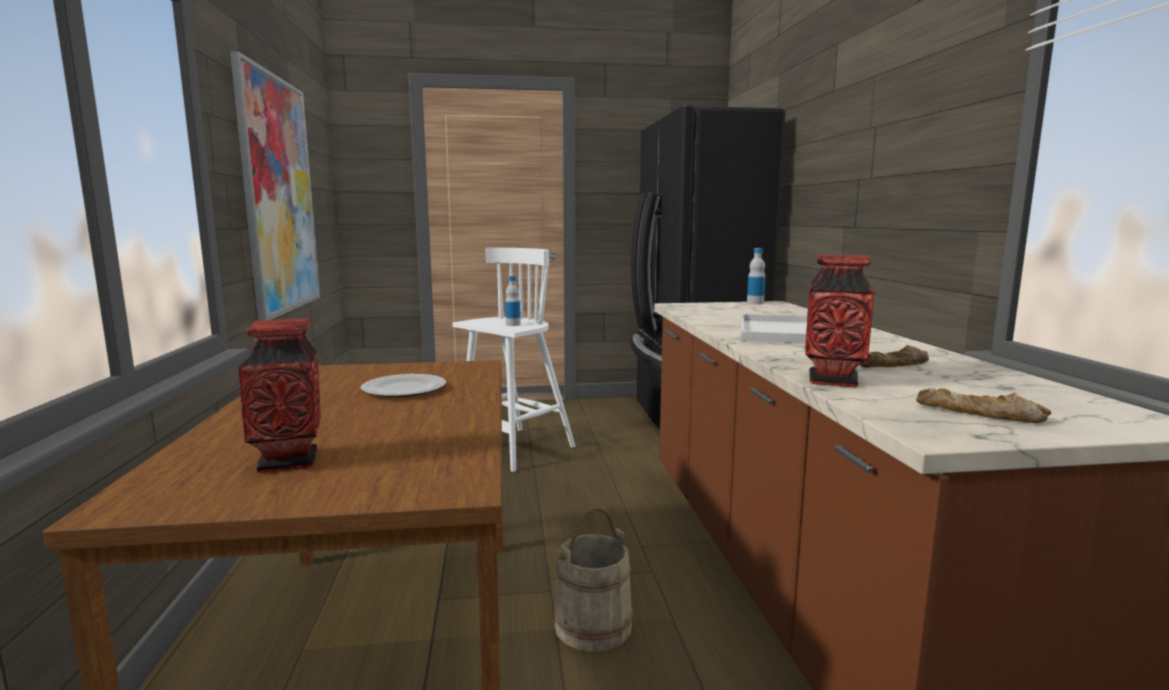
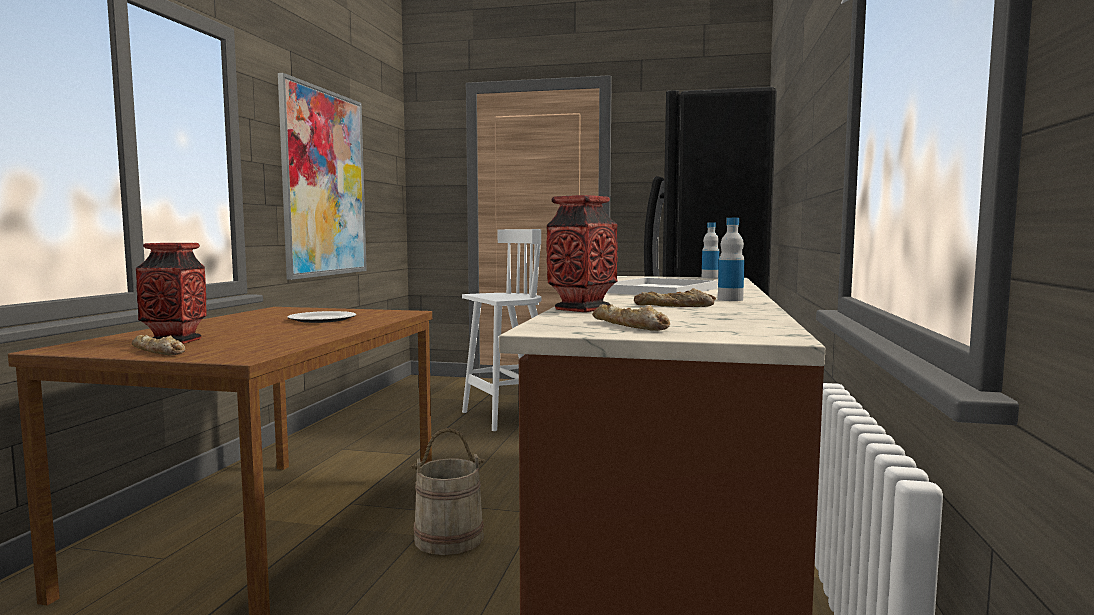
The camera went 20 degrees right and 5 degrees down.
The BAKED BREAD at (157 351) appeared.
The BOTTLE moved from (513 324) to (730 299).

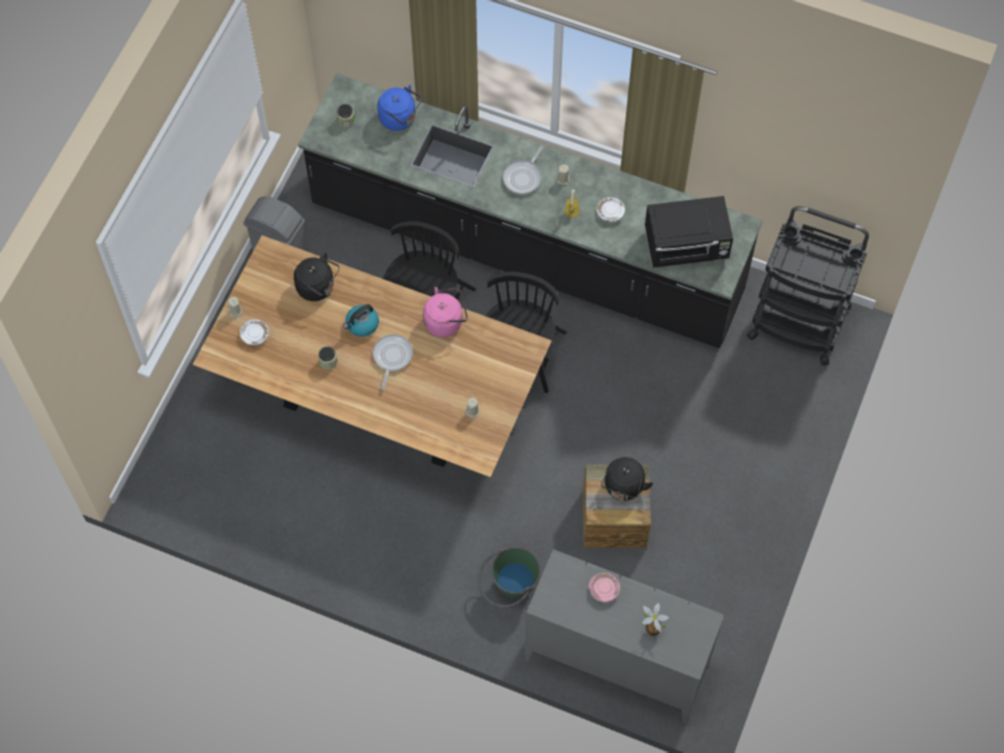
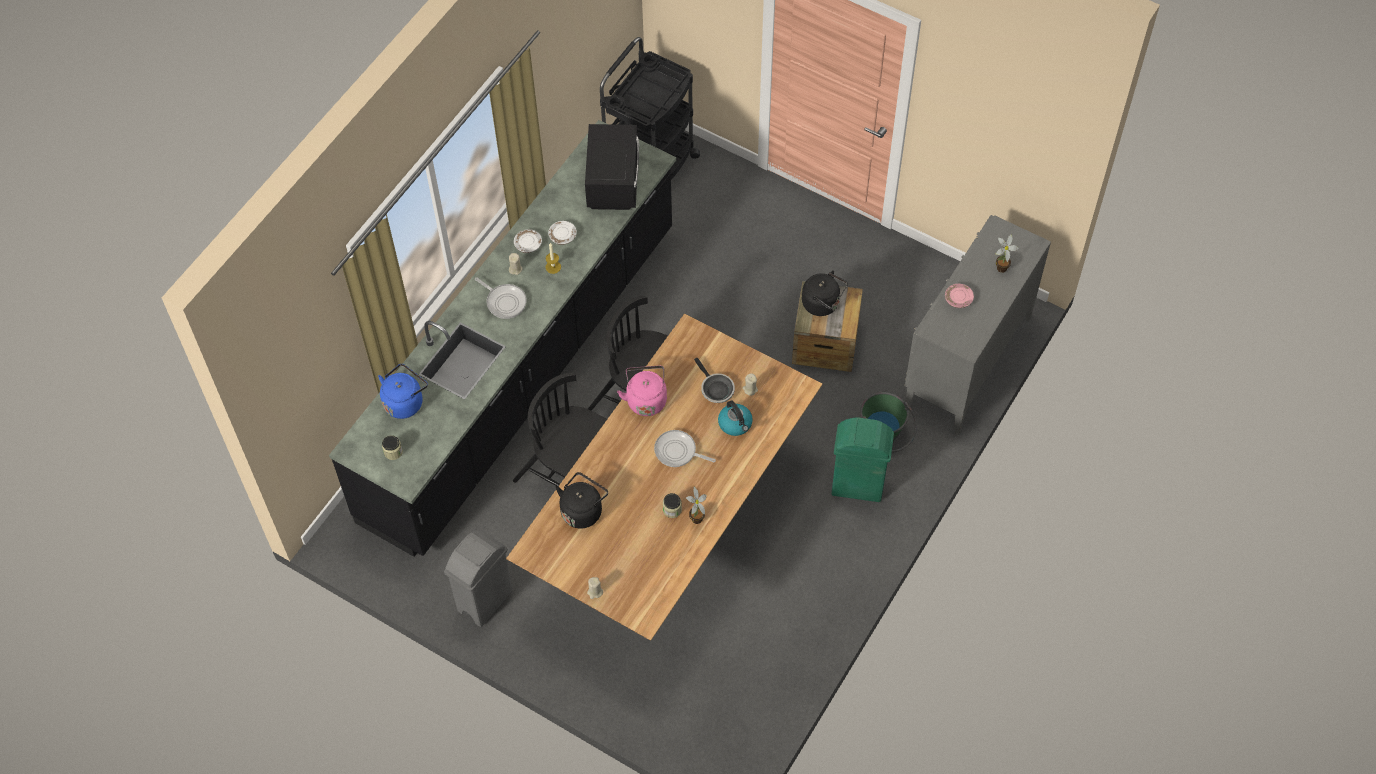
The camera went 80 degrees left and 5 degrees down.
The POTTED PLANT at (696 520) appeared.
The FRYING PAN at (715 389) appeared.
The GREEN-COLOURED WASTE BIN at (858 486) appeared.
The WHITE FLAT DISH moved from (255 335) to (528 244).
The WATER KETTLE moved from (362 325) to (735 424).

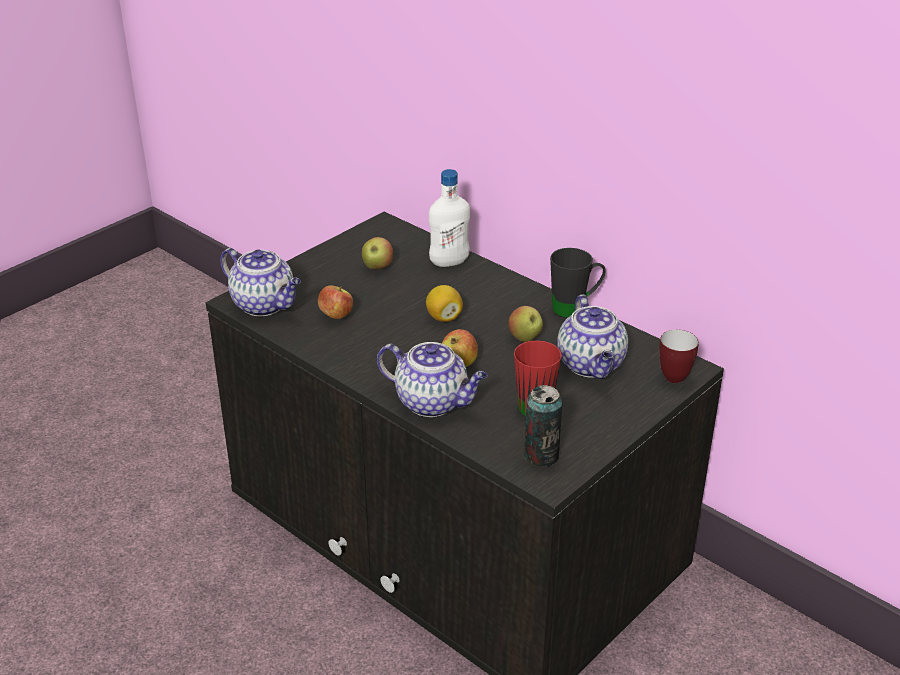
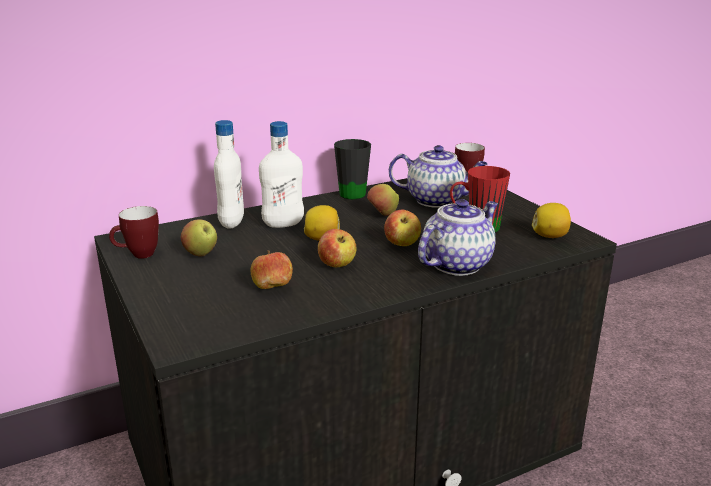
The camera went 70 degrees left and 10 degrees down.
The TEAPOT at (265 305) disappeared.
The MUG at (138 255) appeared.
The WHITE BOTTLE at (283 224) appeared.
The WHOLE APPLE at (337 265) appeared.
The SEALED CAN at (541 456) was replaced by the WHOLE LEMON at (550 236).

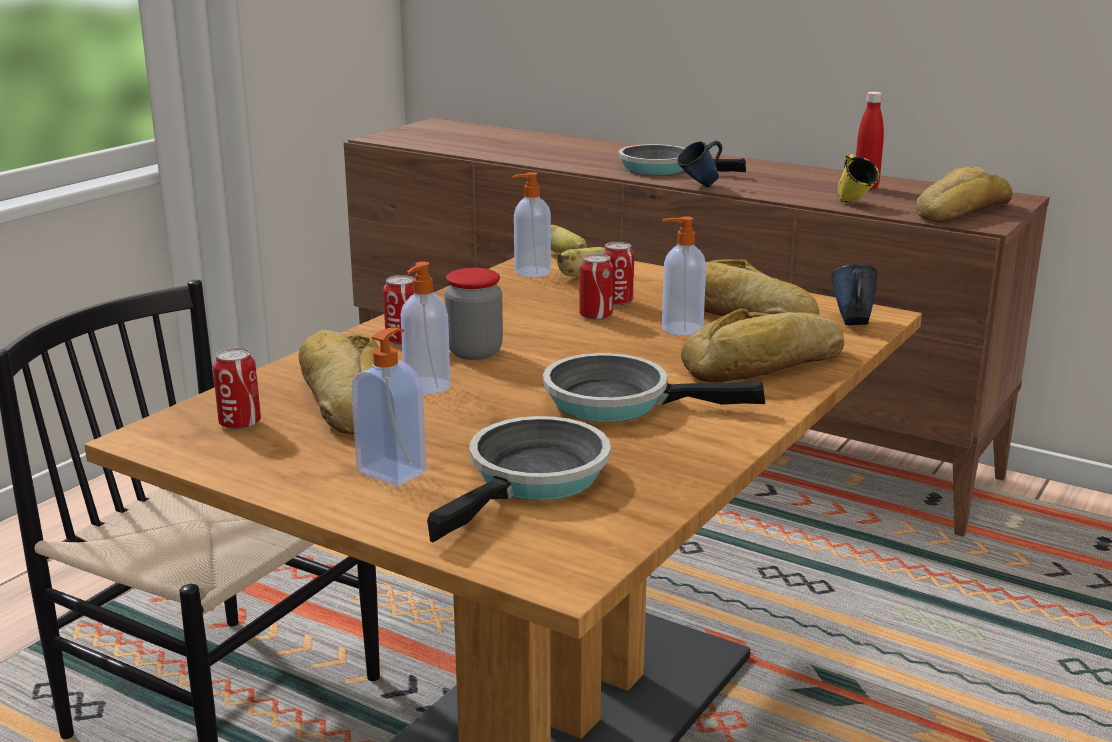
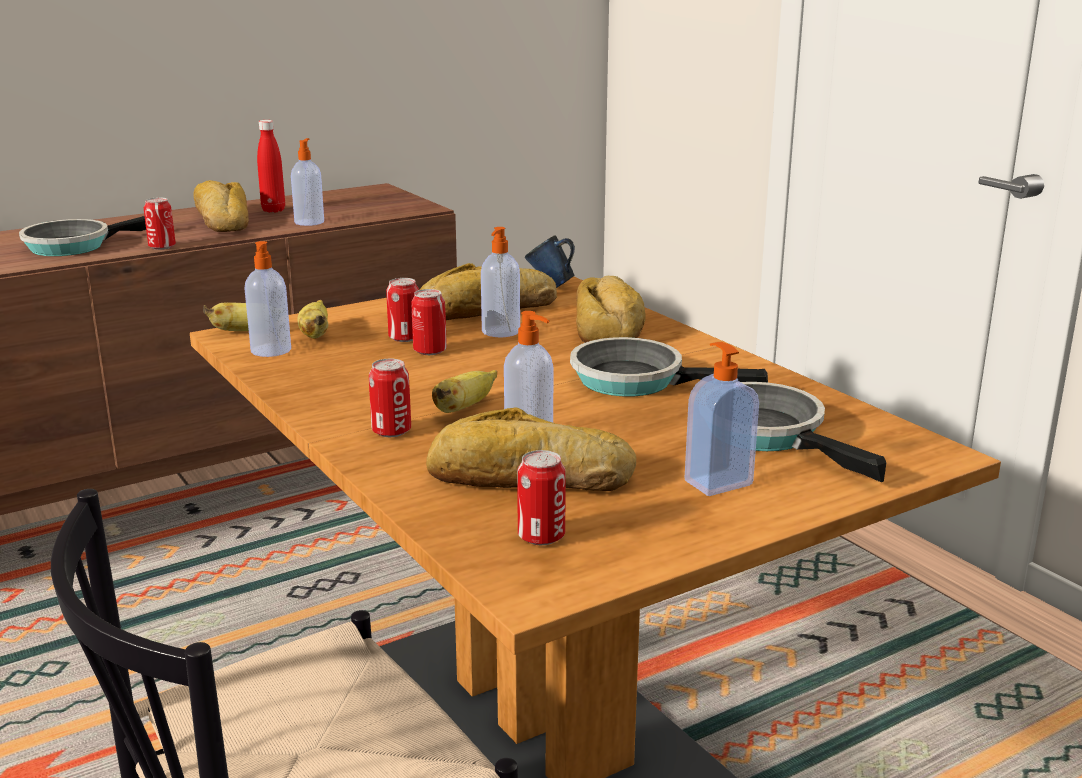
The camera went 65 degrees left and 0 degrees up.
The BAKED BREAD moved from (959 210) to (222 220).
The PRESERVE JAR at (474 352) was replaced by the BANANA at (463 408).
The BLUE MUG at (699 186) was replaced by the SEALED CAN at (162 247).
The YELLOW MUG at (853 204) was replaced by the SOAP DISPENSER at (309 222).
The FRYING PAN at (617 402) turned 75 degrees clockwise.

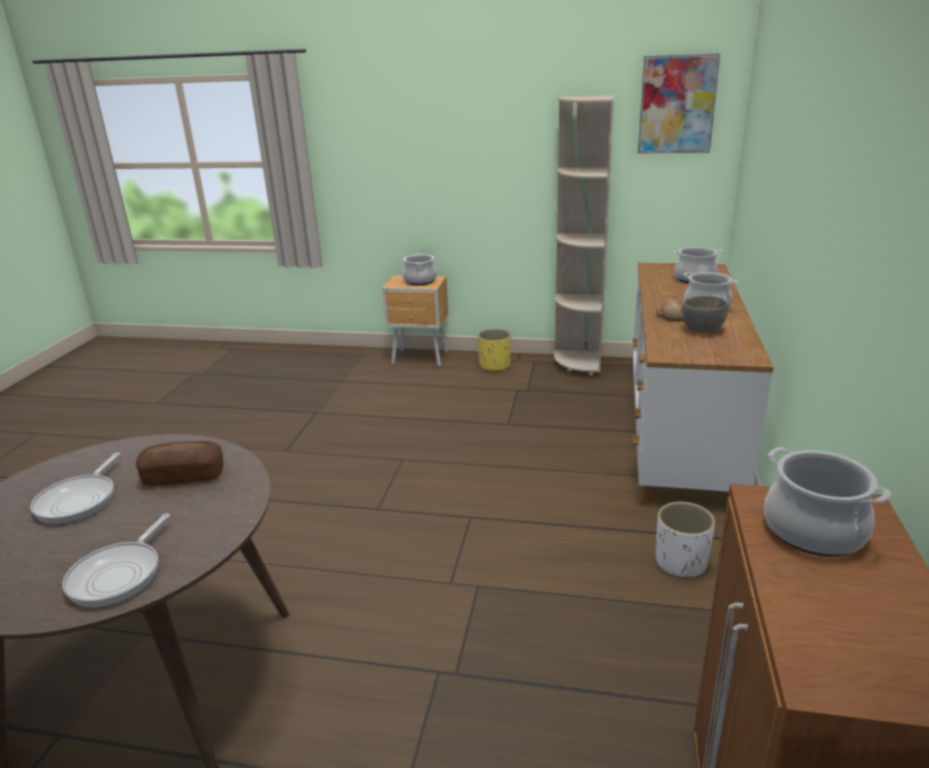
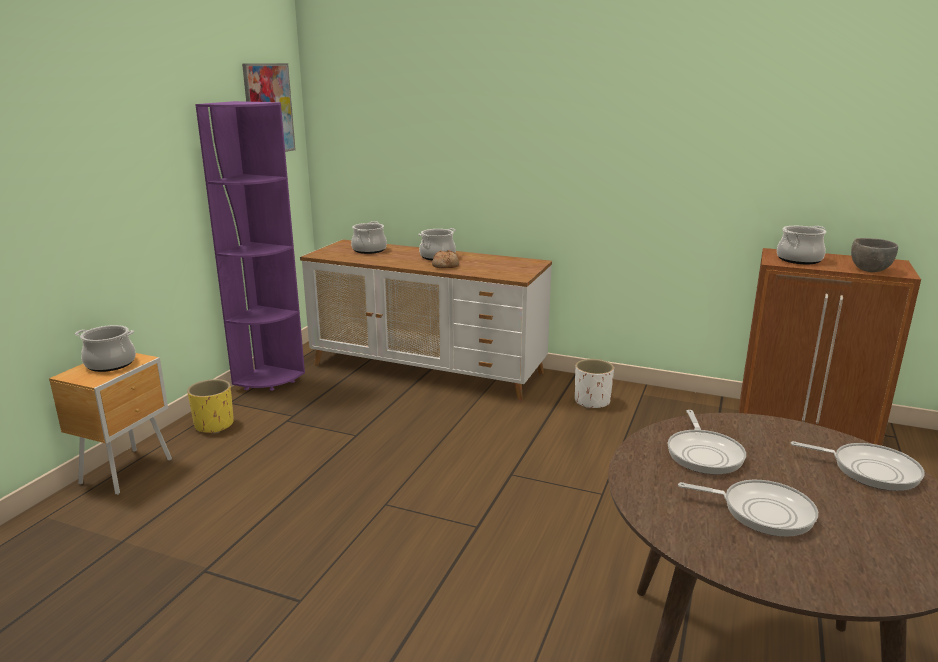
The camera went 80 degrees left and 5 degrees down.
The GRAY SERVING BOWL moved from (703 330) to (869 270).
The BAKED BREAD at (184 476) was replaced by the FRYING PAN at (704 454).
The BEIGE BOOKSHELF at (578 367) became the PURPLE-COLOURED BOOKSHELF at (269 384).

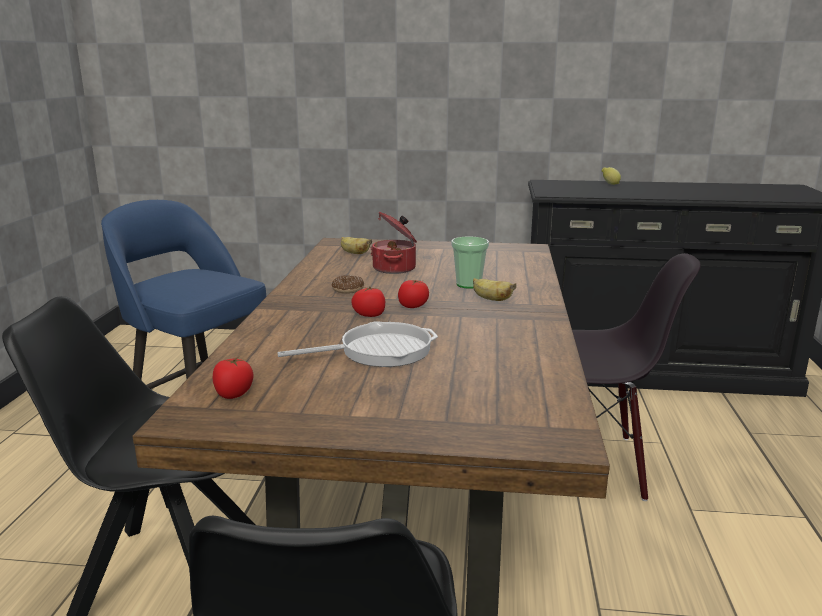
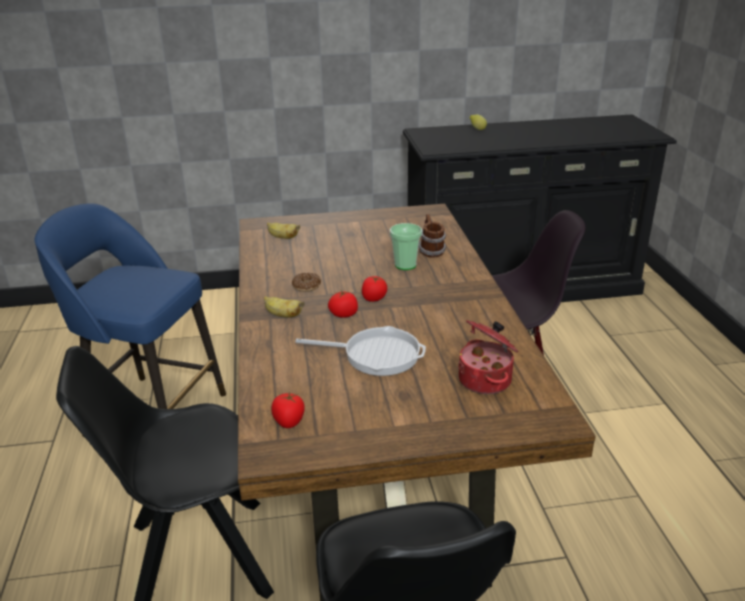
The camera went 15 degrees left and 10 degrees up.
The MUG at (431 252) appeared.
The SAUCEPOT moved from (395 268) to (486 380).
The BANANA moved from (490 299) to (282 315).
The FRYING PAN at (379 351) turned 45 degrees clockwise.

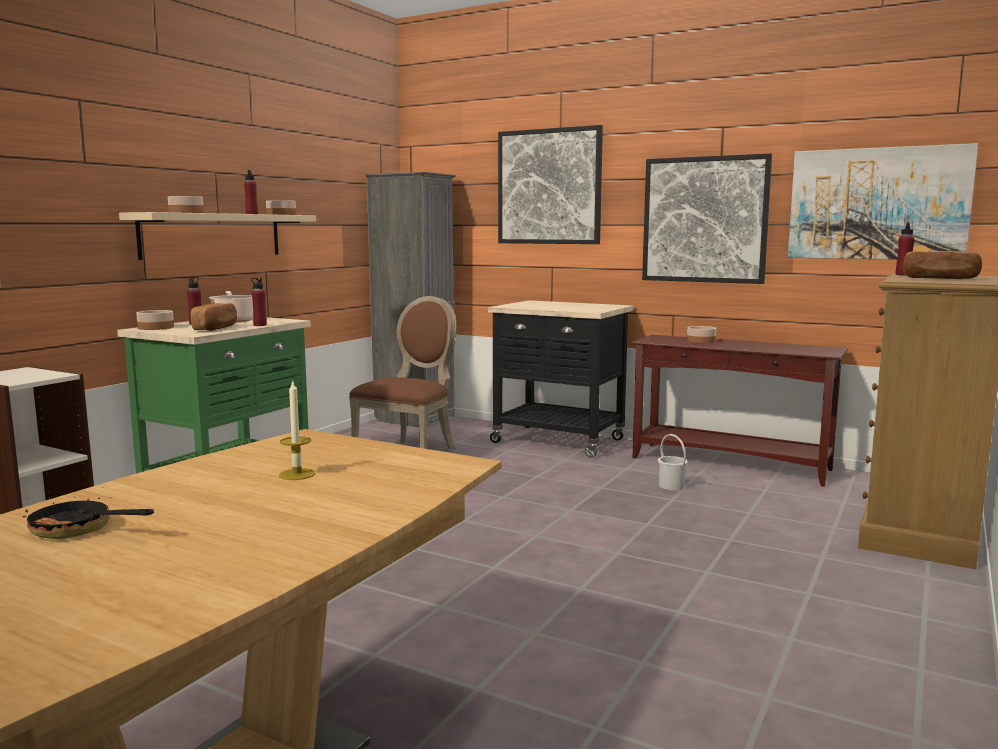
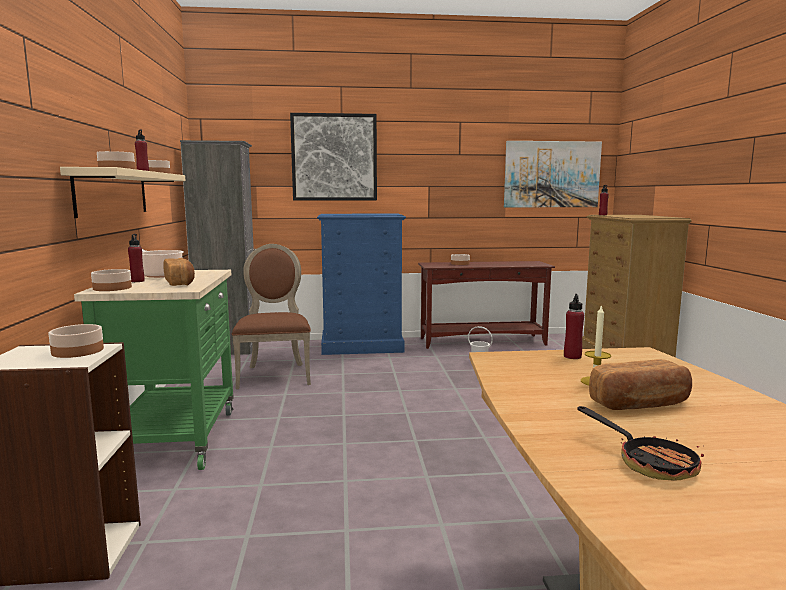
The camera went 35 degrees left and 0 degrees up.
The WALL ART at (704 220) disappeared.
The SERVING BOWL at (78 351) appeared.
The RED-COLOURED BOTTLE moved from (260 325) to (572 356).
The BAKED BREAD moved from (940 278) to (640 403).
The BLACK-COLOURED CART at (559 441) was replaced by the BLUE CHEST OF DRAWERS at (363 346).
The FRYING PAN at (79 530) turned 105 degrees counterclockwise.

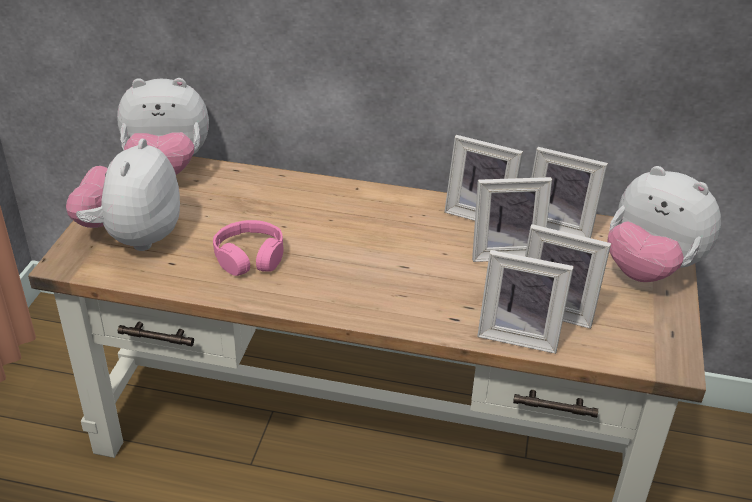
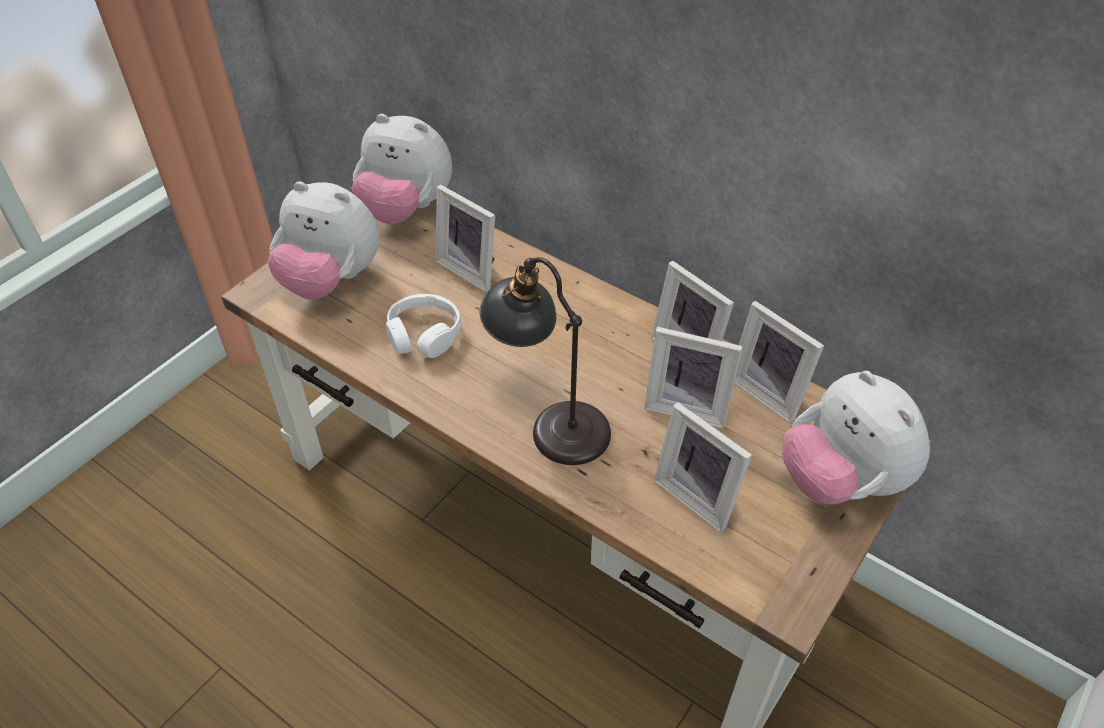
The camera went 25 degrees right and 10 degrees up.
The GRAY TABLETOP LAMP at (547 414) appeared.
The PHOTO FRAME moved from (519 334) to (471 269).
The PINKISH PAIR OF HEADPHONES at (249 257) became the WHITE PAIR OF HEADPHONES at (424 334).
The CUDDLY TOY at (133 237) turned 105 degrees counterclockwise.

